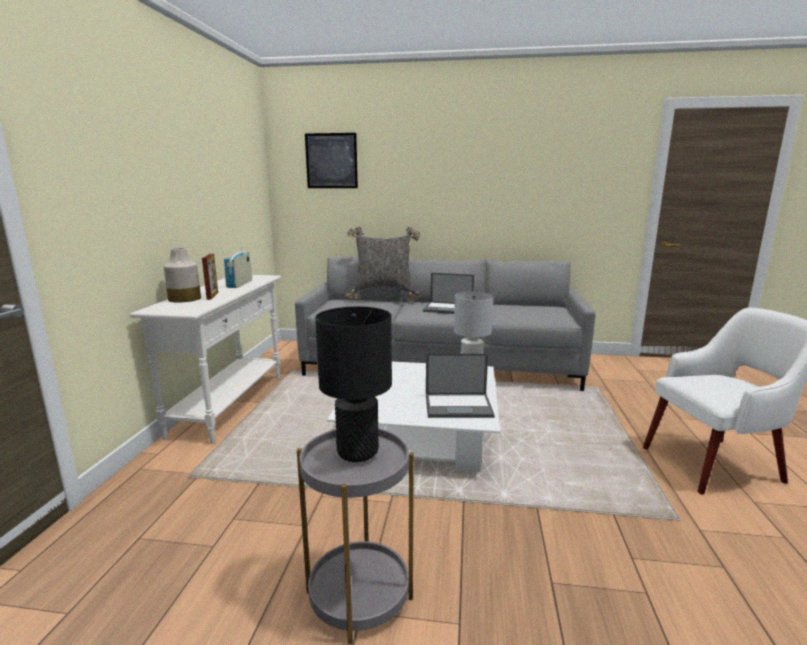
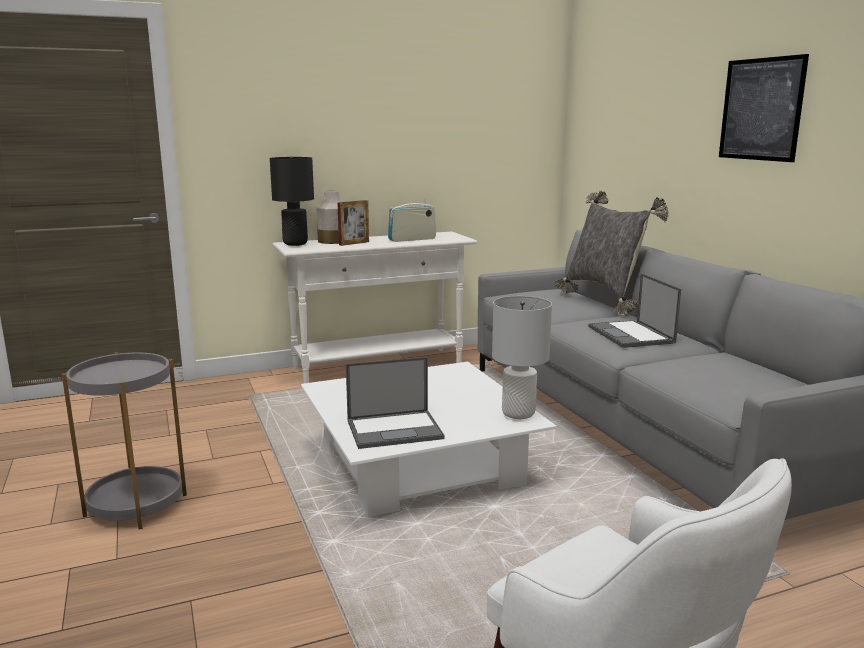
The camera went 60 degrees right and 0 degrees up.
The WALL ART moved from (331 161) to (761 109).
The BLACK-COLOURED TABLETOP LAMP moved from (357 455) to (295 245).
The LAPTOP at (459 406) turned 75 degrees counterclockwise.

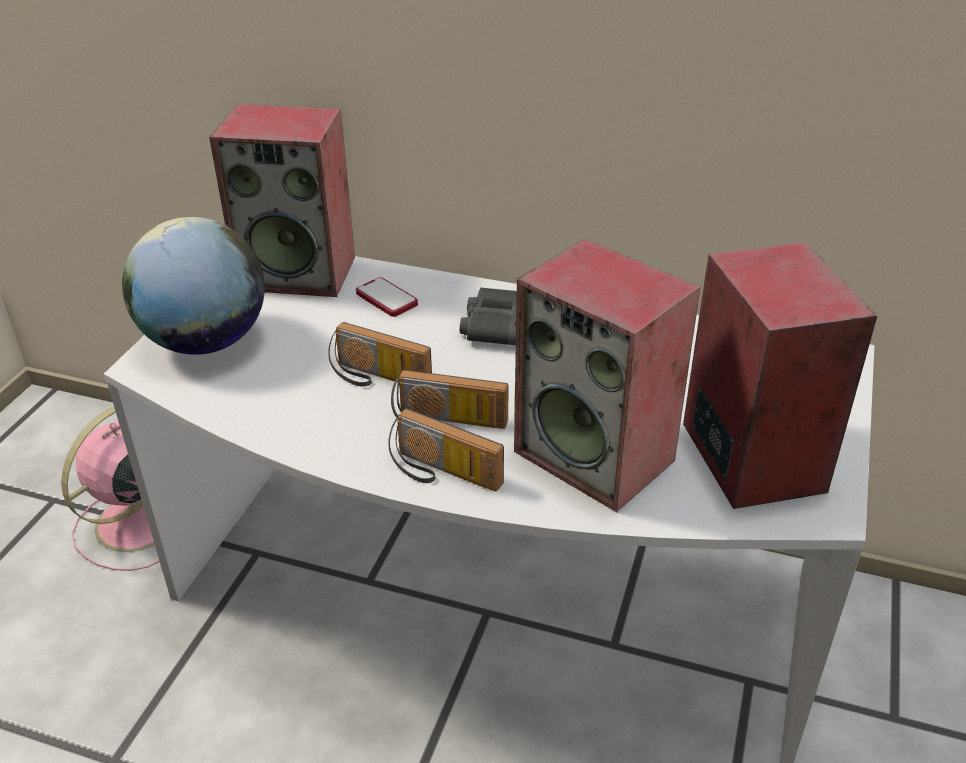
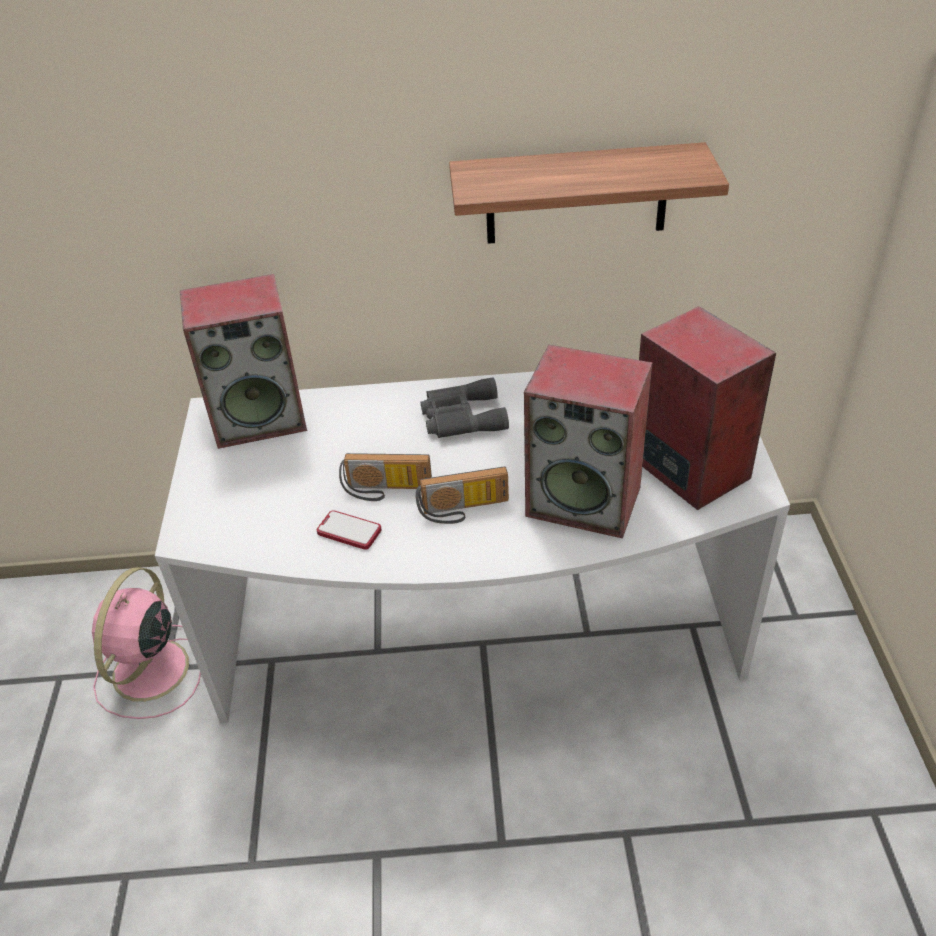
The camera went 20 degrees left and 5 degrees up.
The GLOBE at (205 342) disappeared.
The RADIO at (441 474) disappeared.
The SHELF at (576 194) appeared.
The HANDSET moved from (386 299) to (349 531).

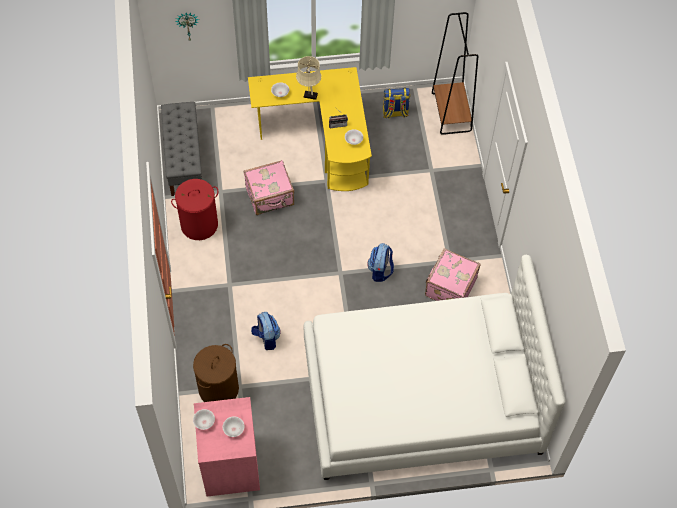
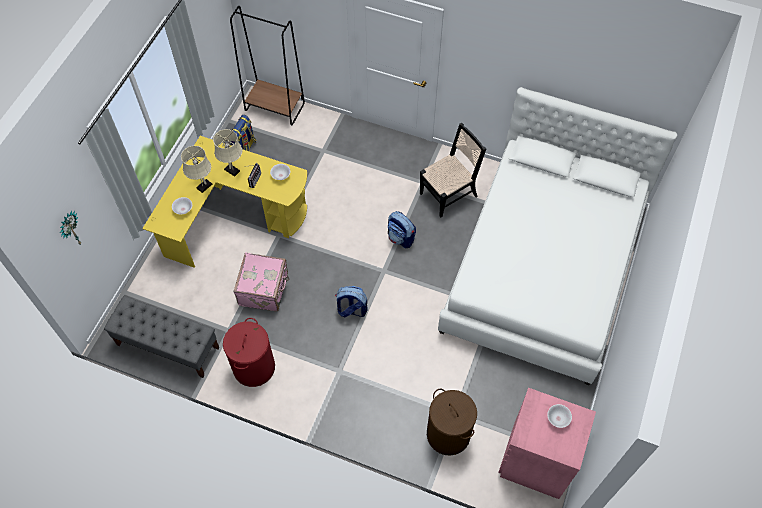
The camera went 60 degrees left and 0 degrees up.
The WHITE SERVING BOWL at (204 422) disappeared.
The BEIGE TABLETOP LAMP at (233 171) appeared.
The KNAPSACK moved from (266 338) to (351 310).
The PINKISH SUITCASE at (449 287) was replaced by the UPRIGHT CHAIR at (448 195).

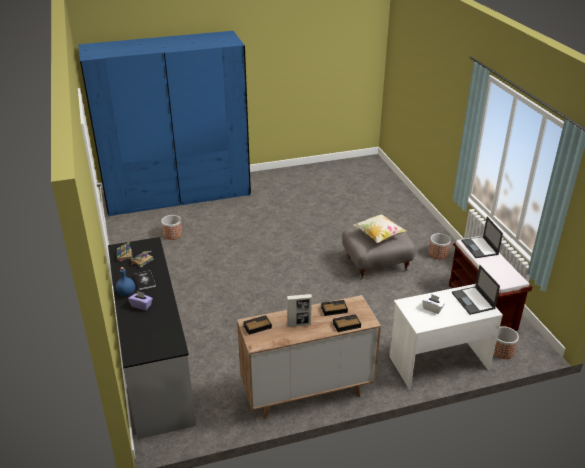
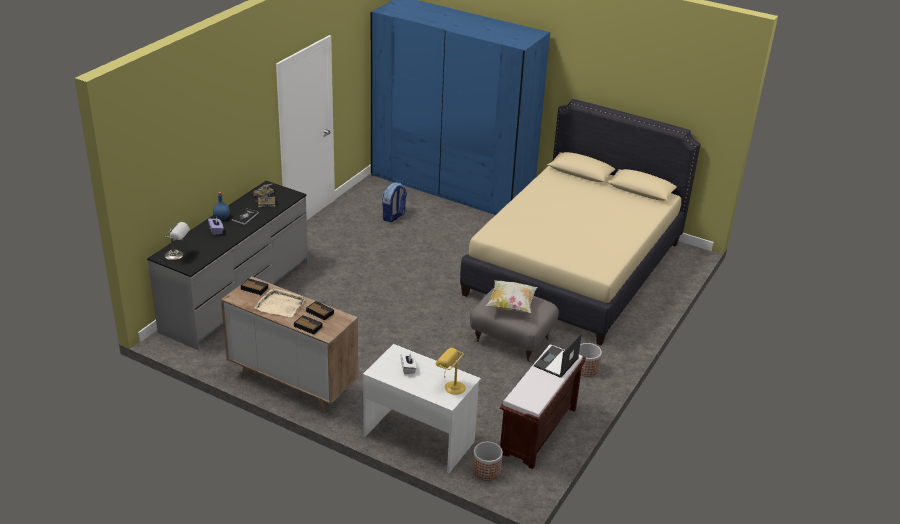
The camera went 45 degrees right and 0 degrees up.
The WHITE TABLETOP LAMP at (178 255) appeared.
The BEIGE BEDROOM BED at (574 268) appeared.
The PLANTER at (173 234) was replaced by the KNAPSACK at (394 217).
The PHOTO FRAME at (299 324) was replaced by the BEIGE TRAY at (280 305).
The LAPTOP at (473 301) was replaced by the YELLOW TABLETOP LAMP at (450 386).

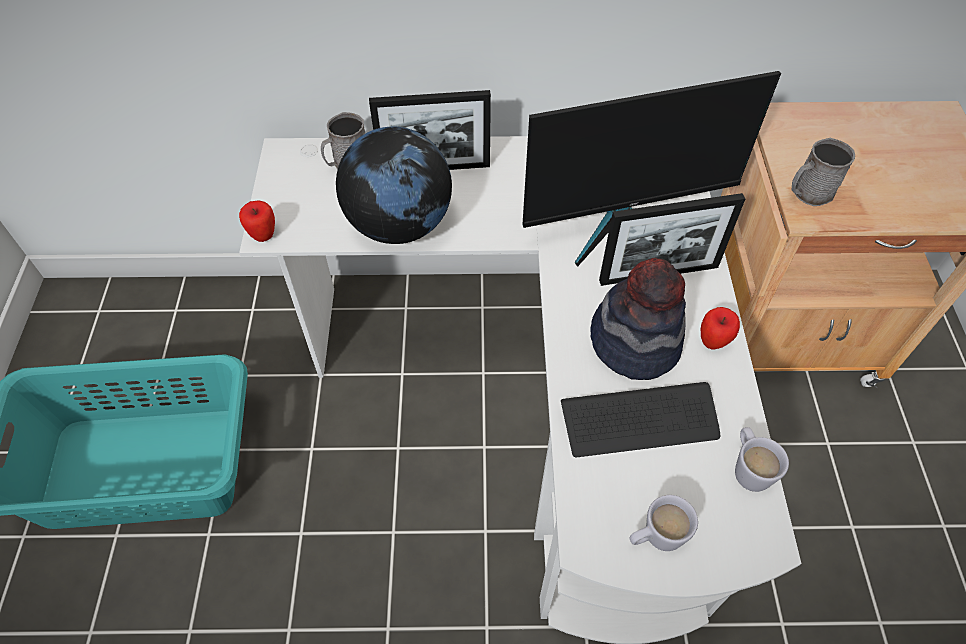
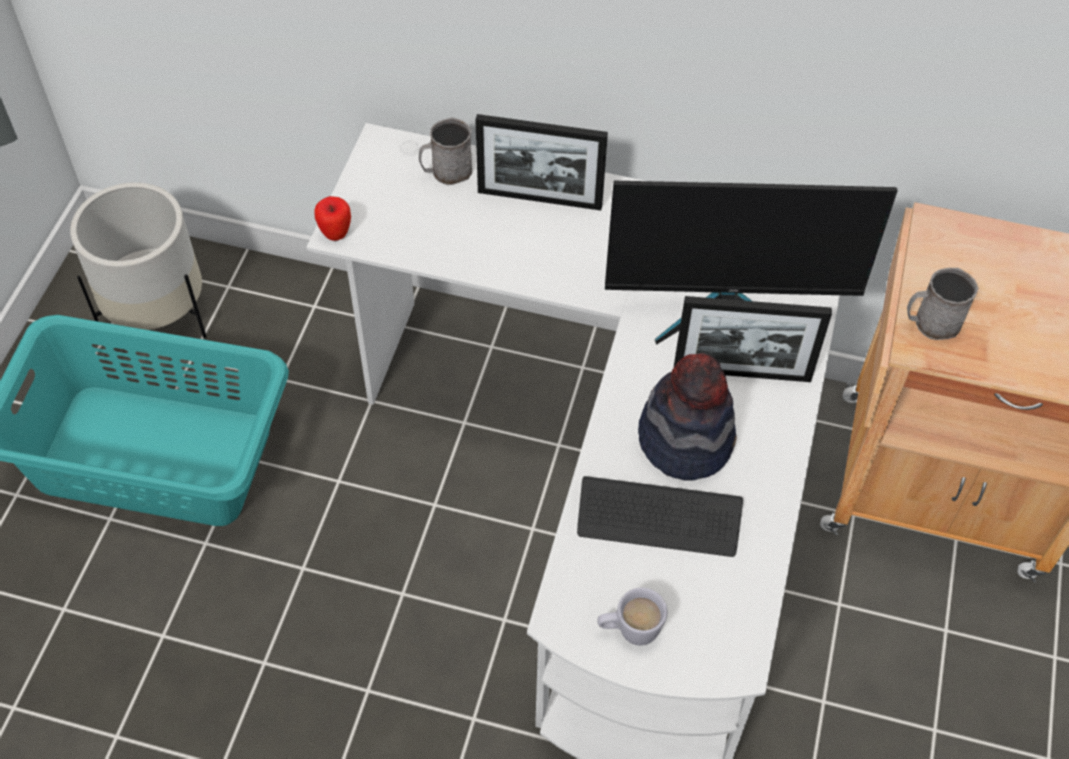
The camera went 15 degrees right and 0 degrees up.
The GLOBE at (399 225) disappeared.
The WHOLE APPLE at (712 342) disappeared.
The WHITE MUG at (748 468) disappeared.
The WHITE PLANTER at (158 314) appeared.

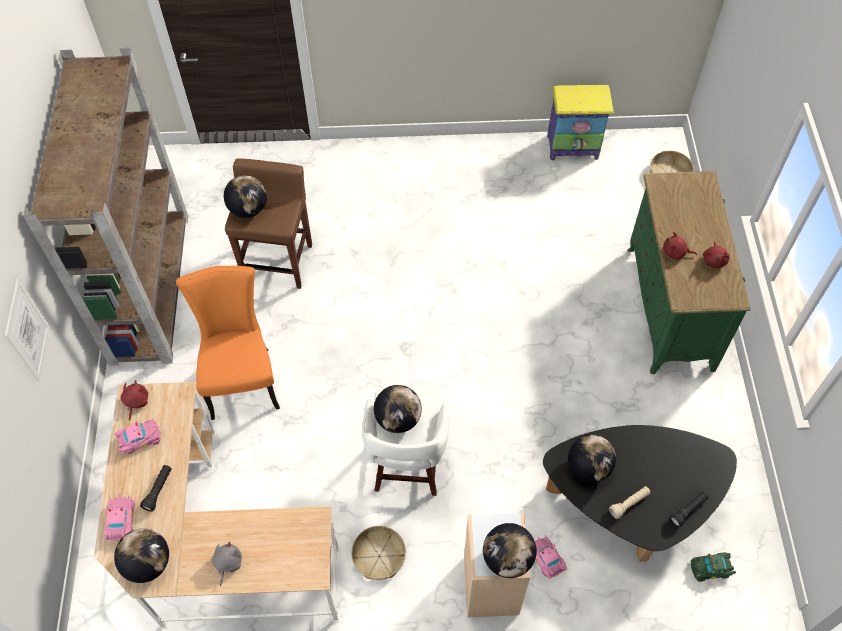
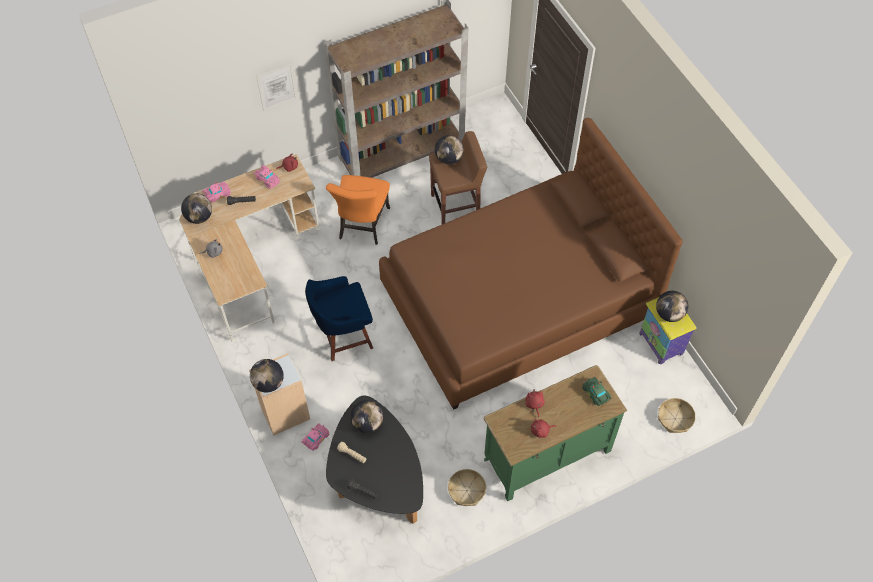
The camera went 65 degrees right and 0 degrees up.
The BROWN-COLOURED BEDROOM BED at (518 300) appeared.
The BASKET moved from (379 556) to (466 490).
The GLOBE moved from (398 419) to (669 314).
The GREEN-COLOURED TOY CAR moved from (711 568) to (595 394).
The WHITE STOOL SEAT at (407 467) became the BLUE STOOL SEAT at (343 338).
The ORANGE UPRIGHT CHAIR at (242 378) turned 135 degrees clockwise.

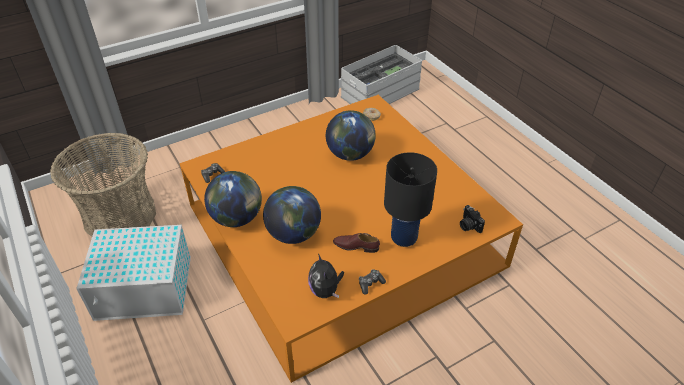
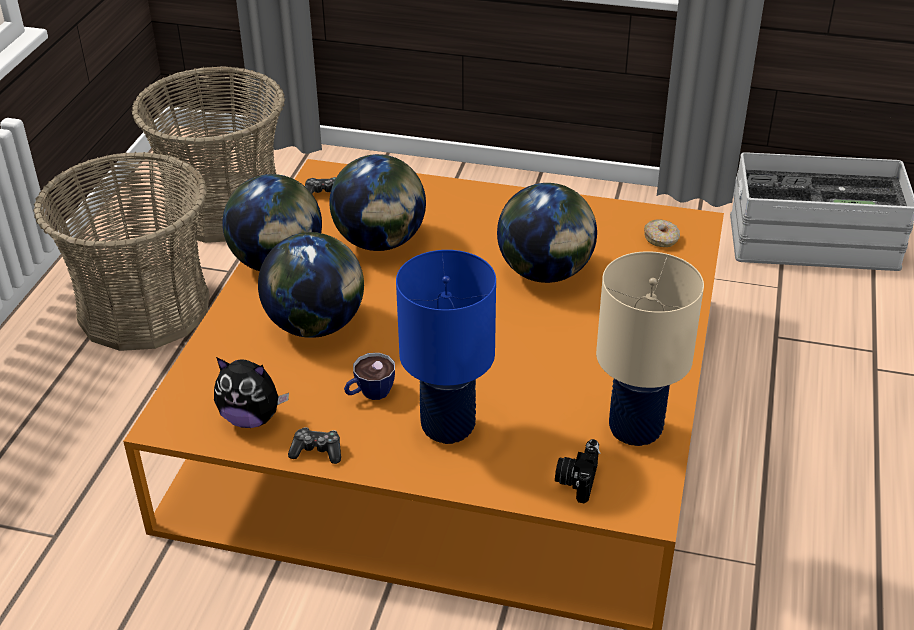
The camera went 45 degrees right and 5 degrees down.
The GLOBE at (380 242) appeared.
The BEIGE TABLETOP LAMP at (636 432) appeared.
The WHITE STORAGE BIN at (145 288) was replaced by the BASKET at (145 308).
The BROWN-COLOURED ITEM OF FOOTWEAR at (356 246) was replaced by the CUP at (369 393).
The BLACK-COLOURED TABLETOP LAMP at (403 239) became the BLUE TABLETOP LAMP at (447 430).
The CUDDLY TOY at (325 290) turned 105 degrees counterclockwise.

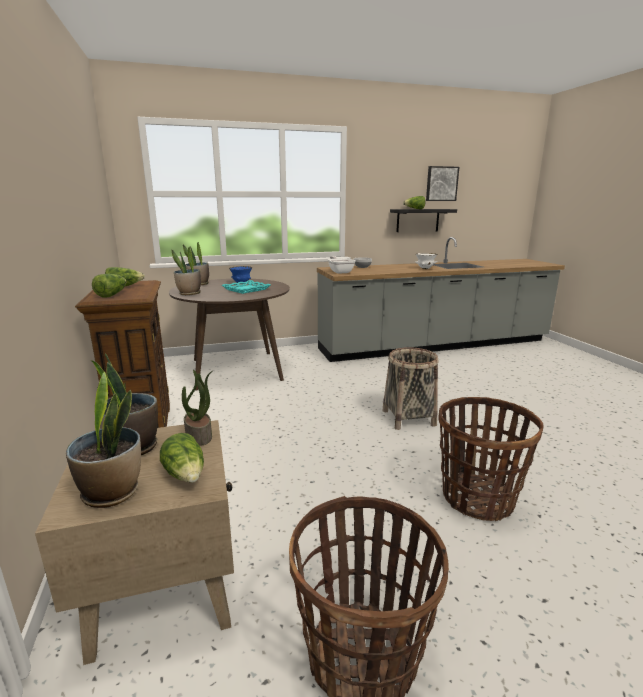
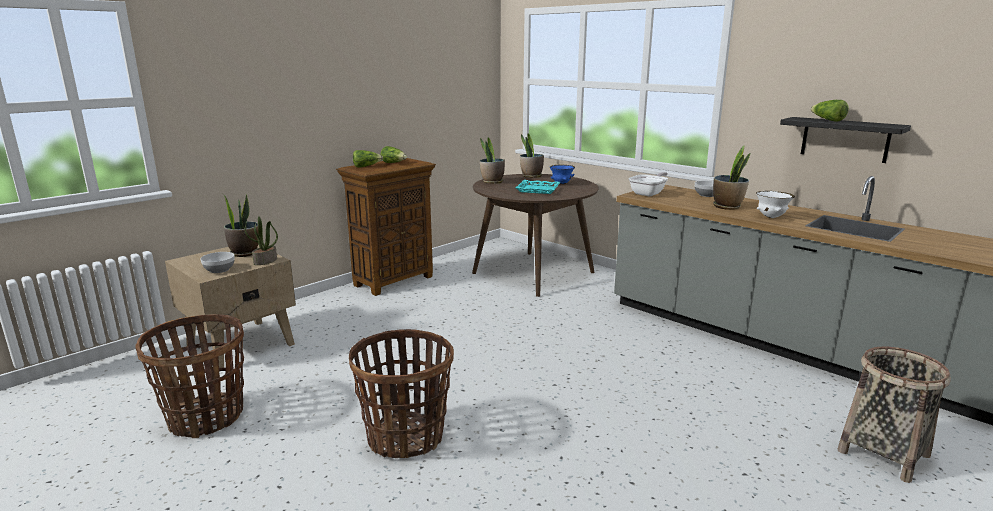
The camera went 60 degrees right and 0 degrees up.
The WALL ART at (441 184) disappeared.
The POTTED PLANT moved from (112 492) to (727 207).
The BASKET moved from (408 418) to (882 453).
The LETTUCE HEAD at (186 474) was replaced by the SERVING BOWL at (220 270).

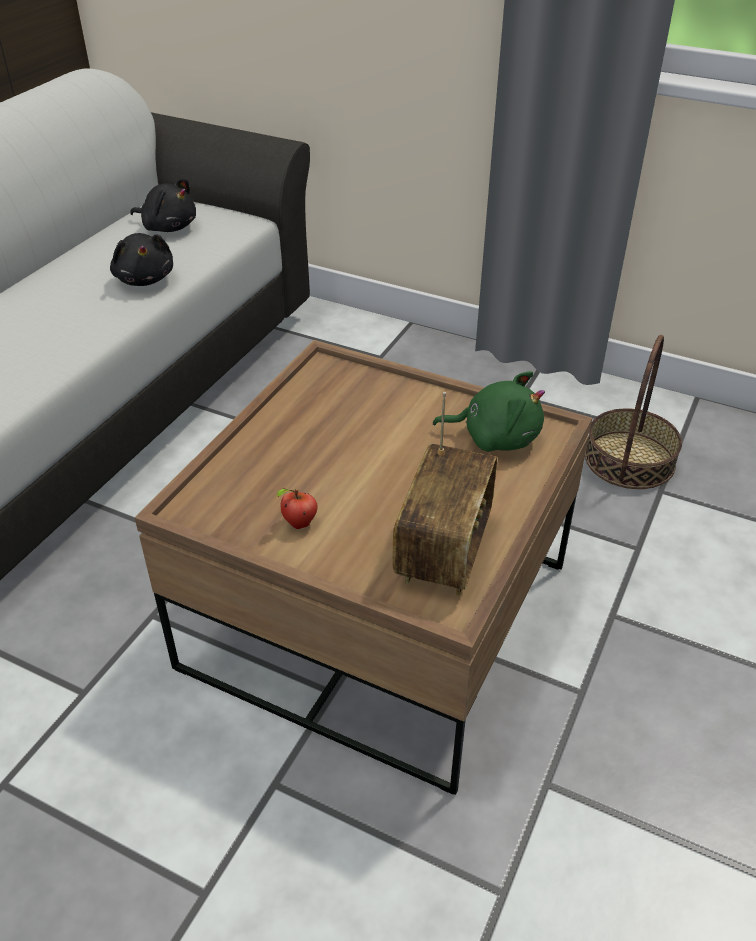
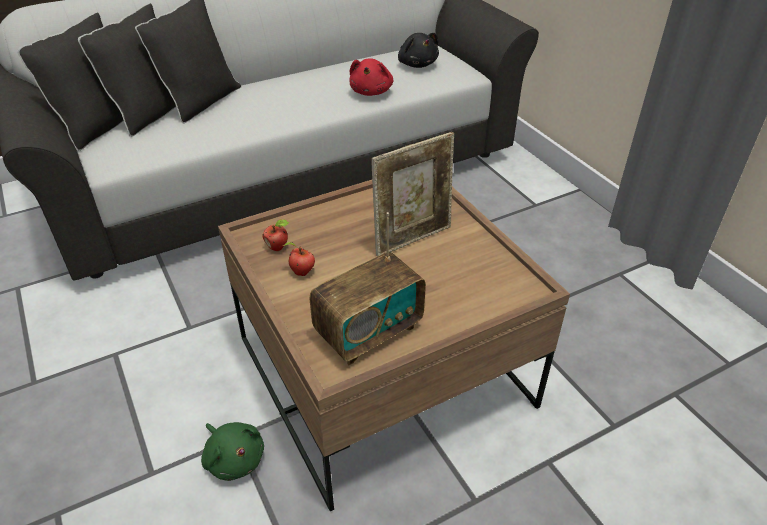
The camera went 35 degrees right and 0 degrees up.
The BASKET at (629 459) disappeared.
The WHOLE APPLE at (278 247) appeared.
The PHOTO FRAME at (412 239) appeared.
The GREEN-COLOURED CUDDLY TOY moved from (495 437) to (234 458).
The BLACK-COLOURED CUDDLY TOY at (145 279) became the RED-COLOURED CUDDLY TOY at (371 91).

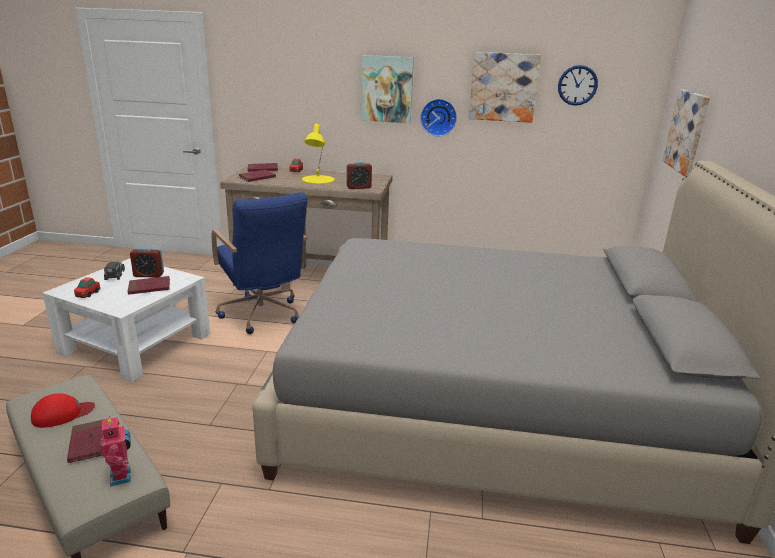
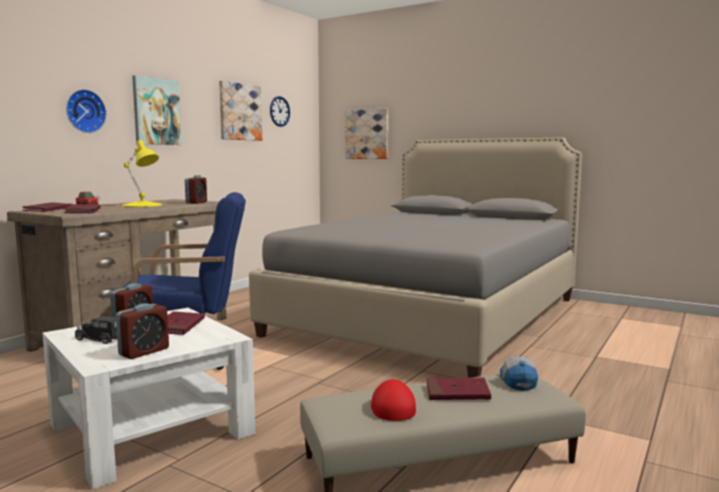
The camera went 65 degrees left and 15 degrees down.
The CLOCK ON THE WALL moved from (438 117) to (84 111).
The TOY CAR at (87 294) was replaced by the BEDSIDE CLOCK at (144 352).
The MODEL ROBOT at (122 476) was replaced by the CAP at (517 381).

